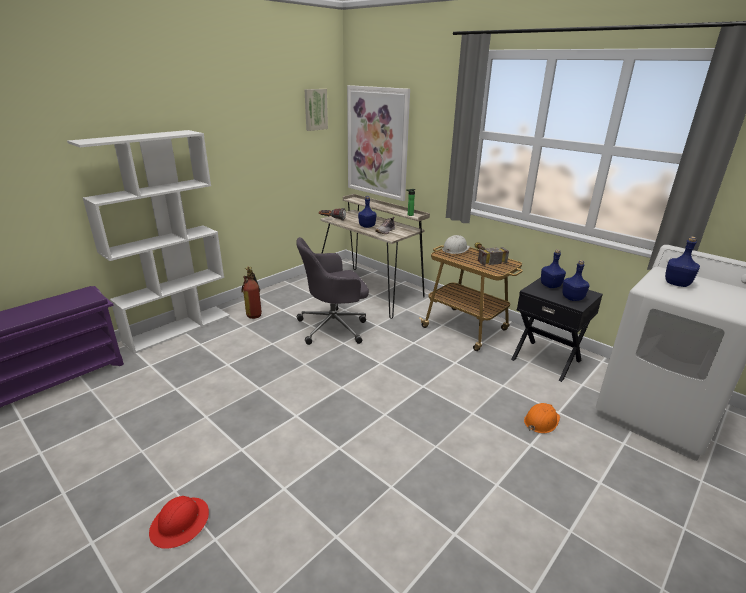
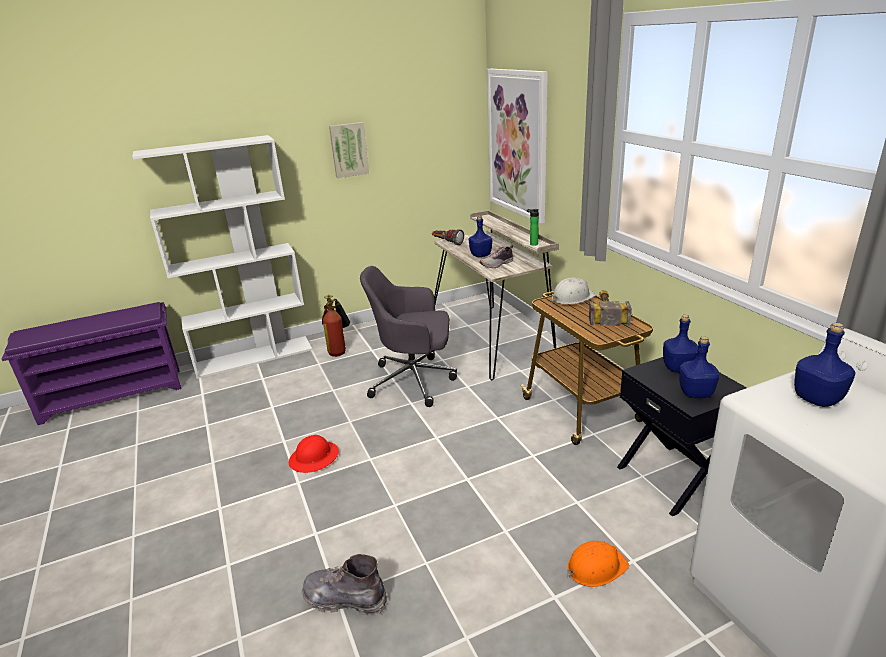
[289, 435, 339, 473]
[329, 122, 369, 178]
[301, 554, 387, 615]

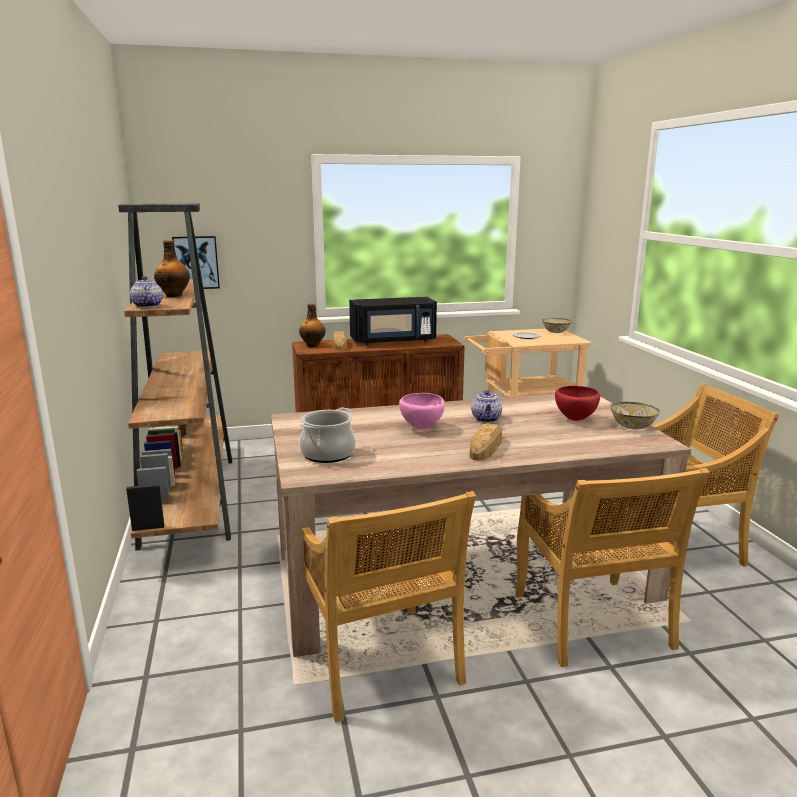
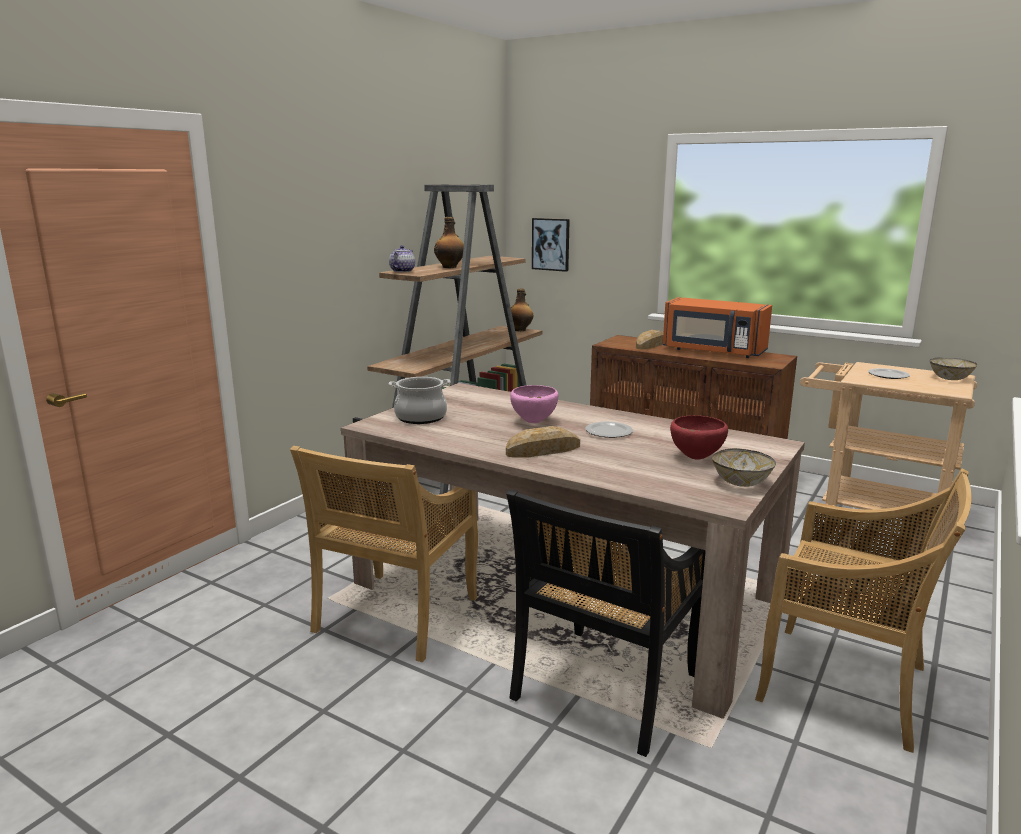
[511, 288, 533, 331]
[663, 297, 772, 358]
[585, 422, 633, 438]
[506, 489, 706, 757]

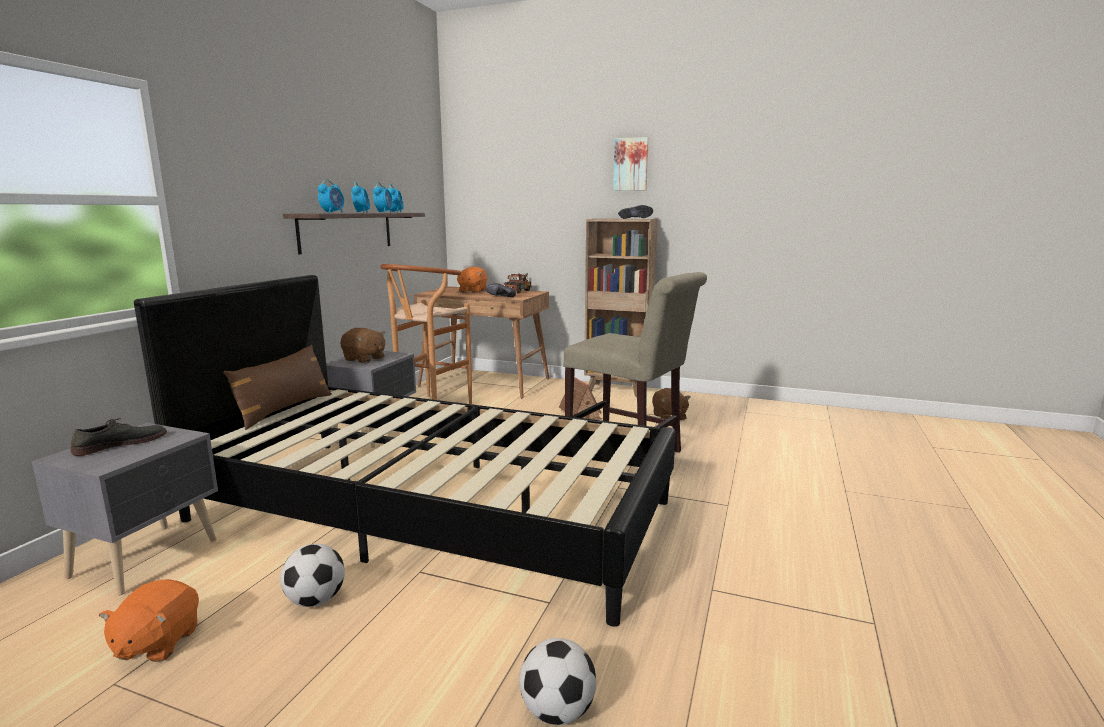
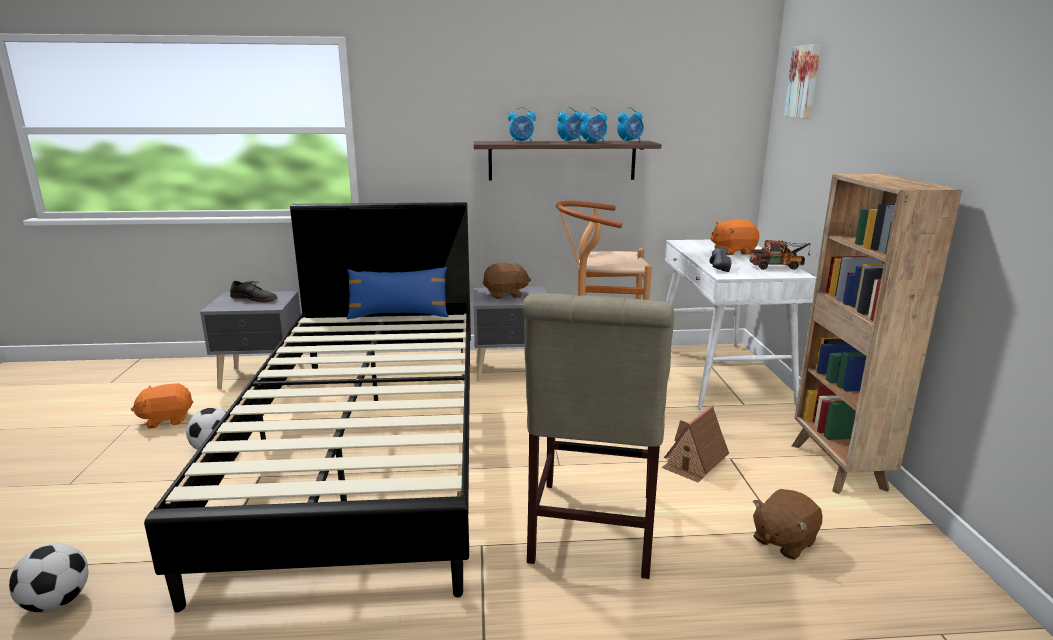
[347, 267, 449, 319]
[483, 263, 531, 299]
[665, 240, 816, 409]
[784, 44, 821, 118]
[618, 205, 653, 219] (first image)

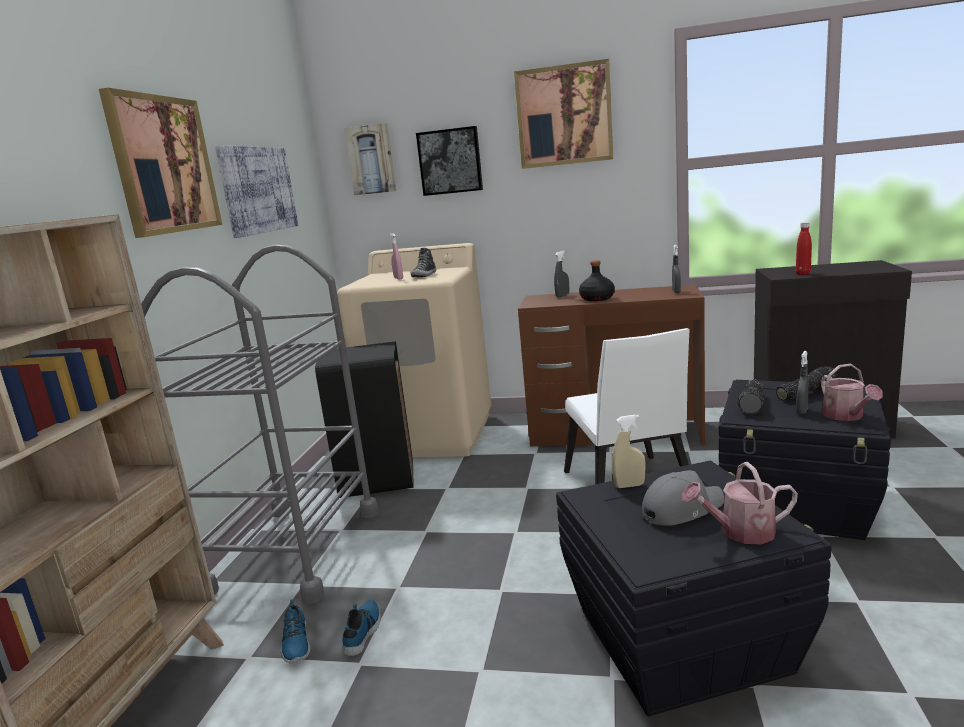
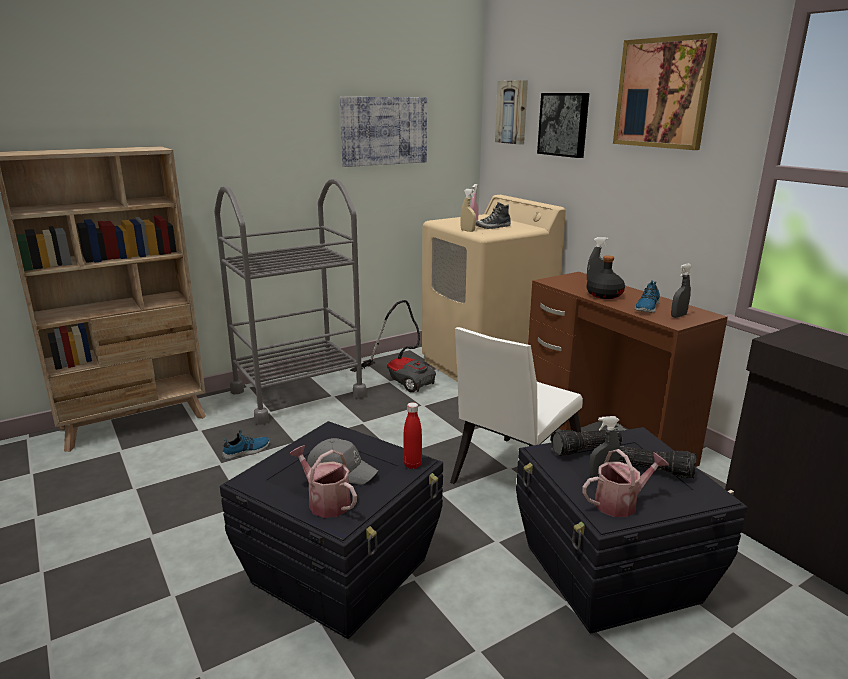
[99, 88, 222, 238] (first image)
[634, 280, 660, 313]
[350, 300, 436, 392]
[460, 189, 476, 232]
[404, 402, 422, 469]
[582, 449, 669, 517]

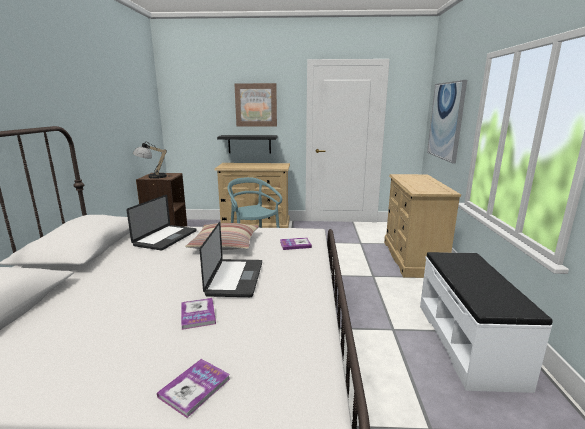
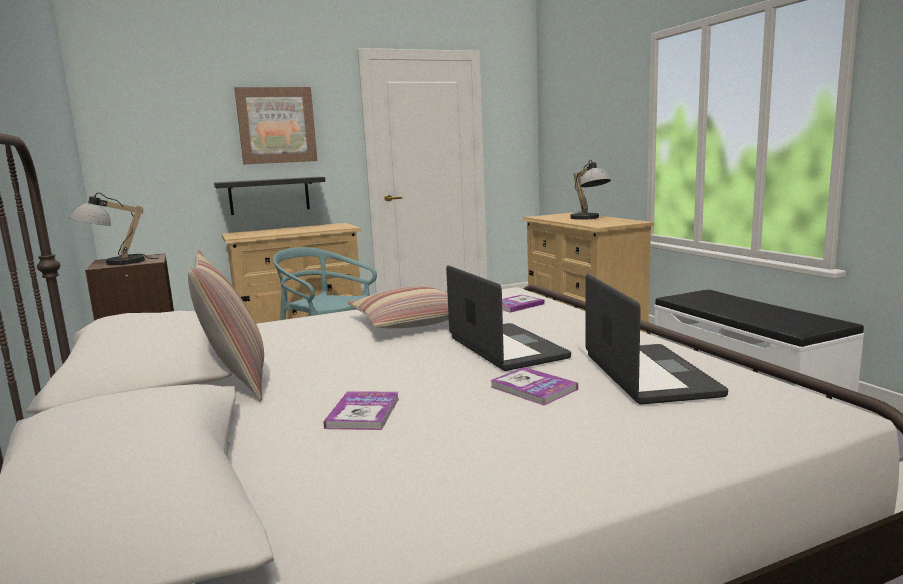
[585, 274, 728, 405]
[323, 391, 399, 430]
[427, 80, 467, 163] (first image)
[188, 250, 264, 402]
[570, 160, 611, 220]

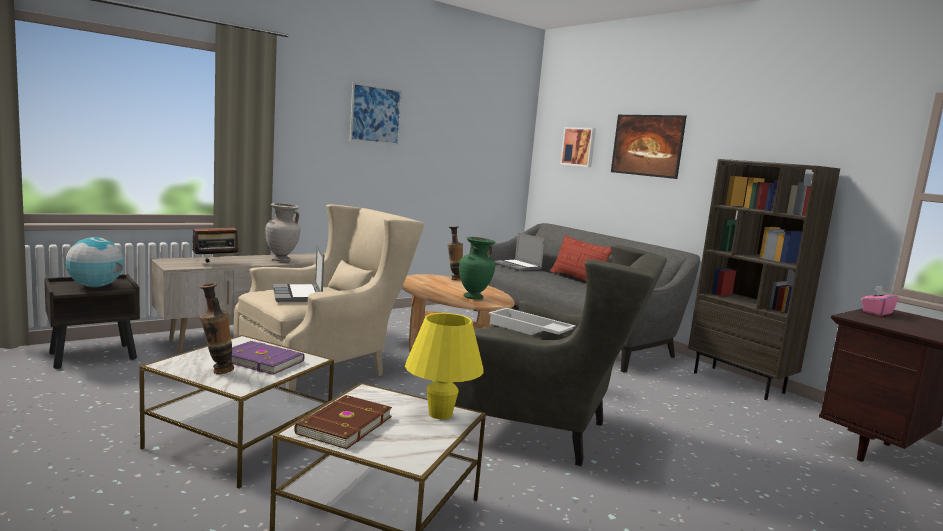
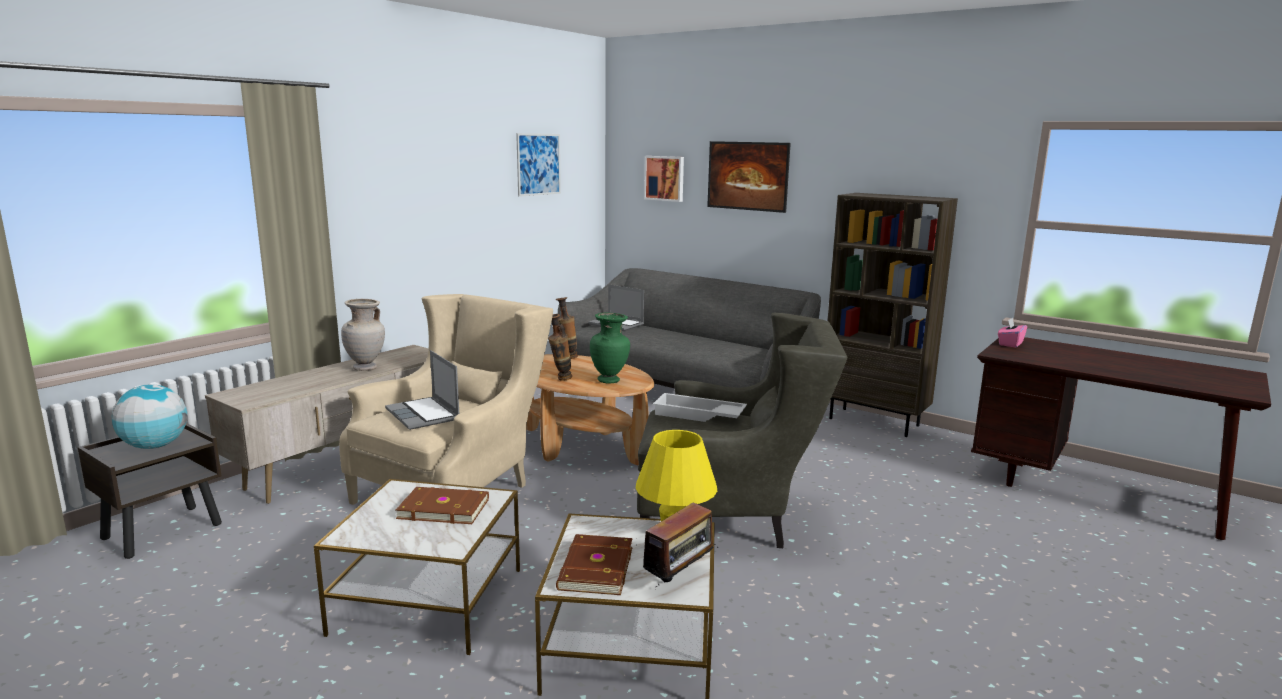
[643, 503, 718, 587]
[548, 314, 572, 381]
[396, 487, 489, 524]
[516, 133, 561, 197]
[550, 235, 611, 281] (first image)

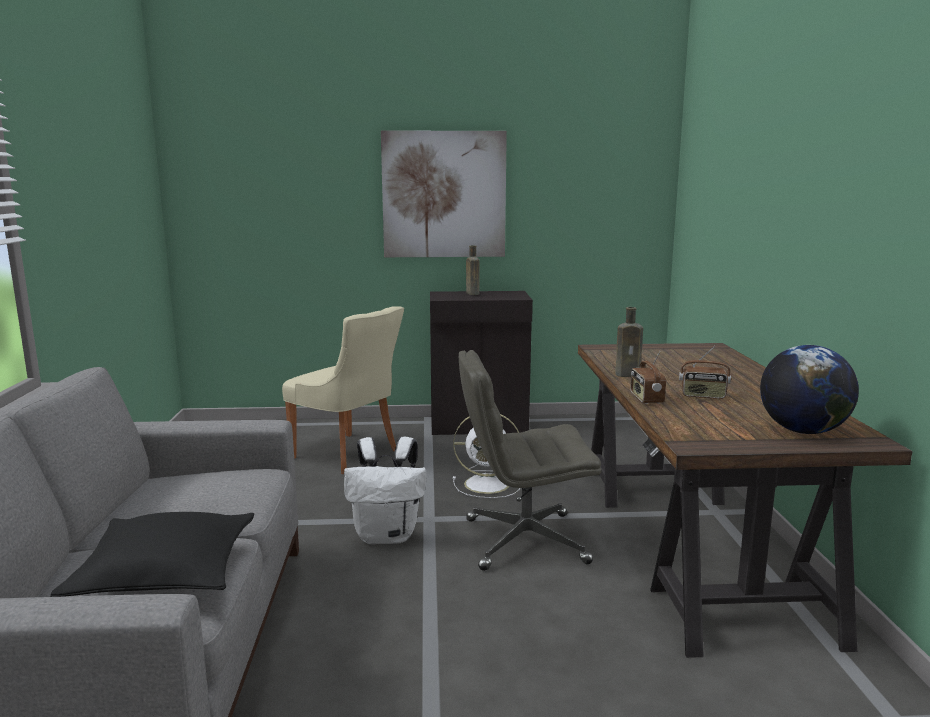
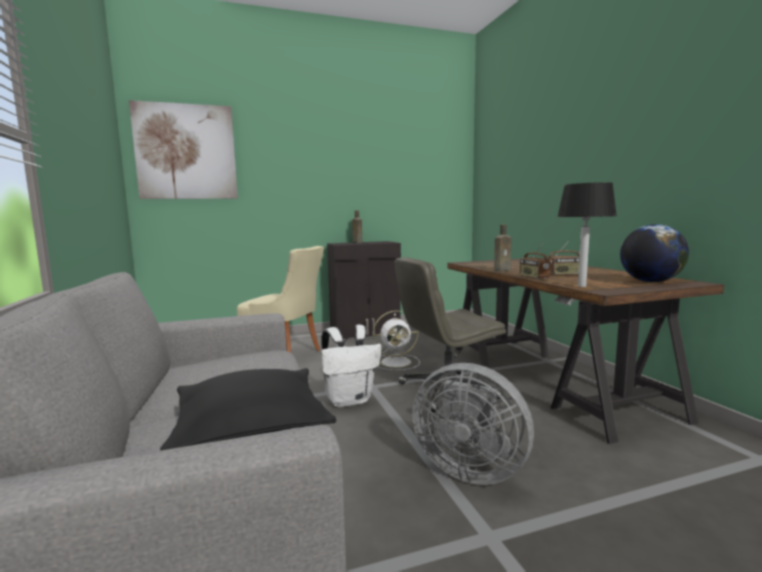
[129, 100, 238, 199]
[412, 363, 534, 485]
[557, 182, 617, 287]

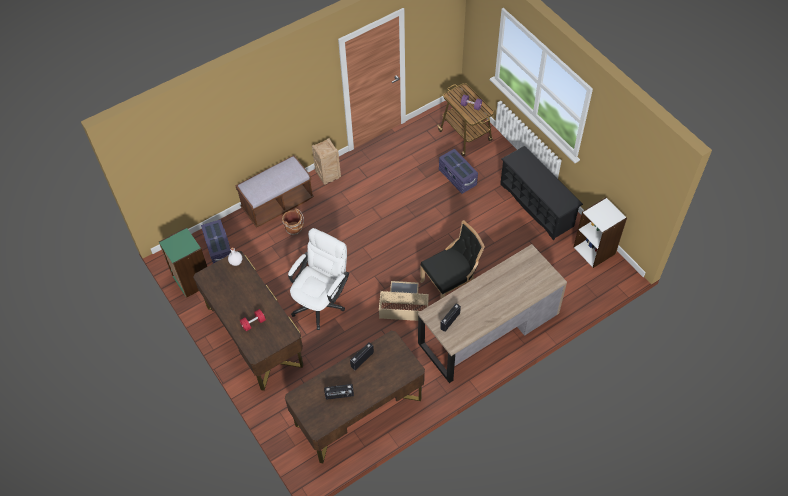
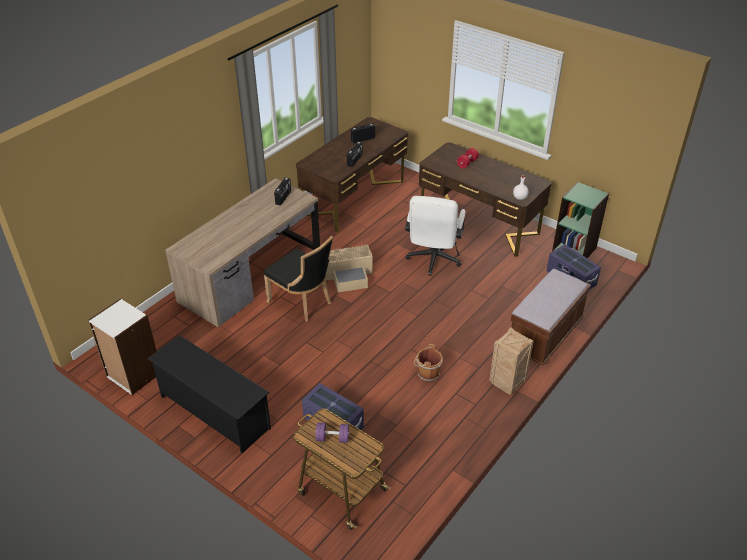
[413, 344, 443, 382]
[264, 236, 333, 322]

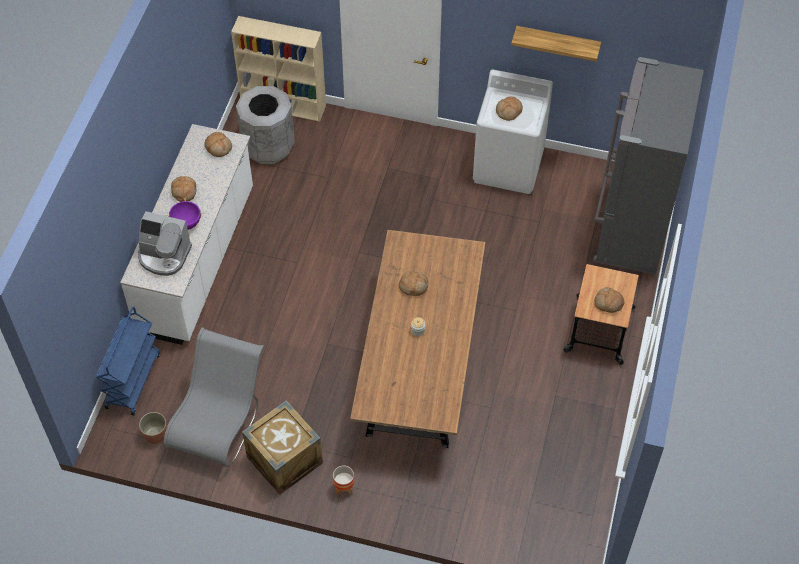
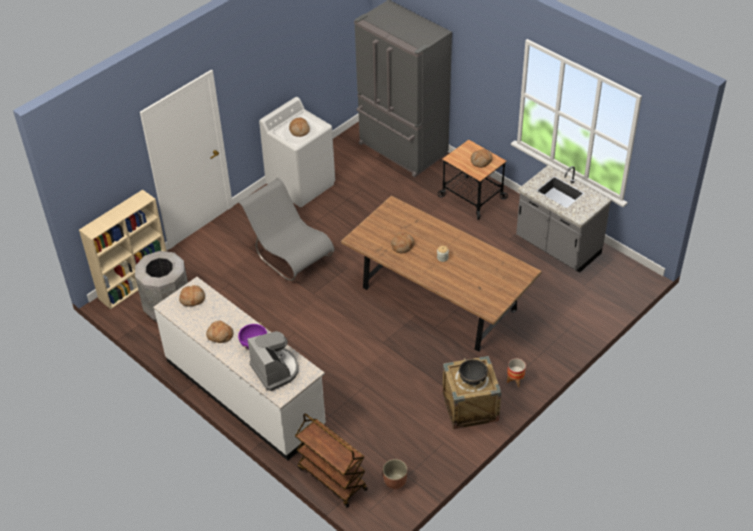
[295, 413, 368, 508]
[247, 331, 298, 391]
[237, 178, 334, 281]
[511, 26, 601, 62] (first image)
[458, 358, 489, 385]
[516, 165, 612, 273]

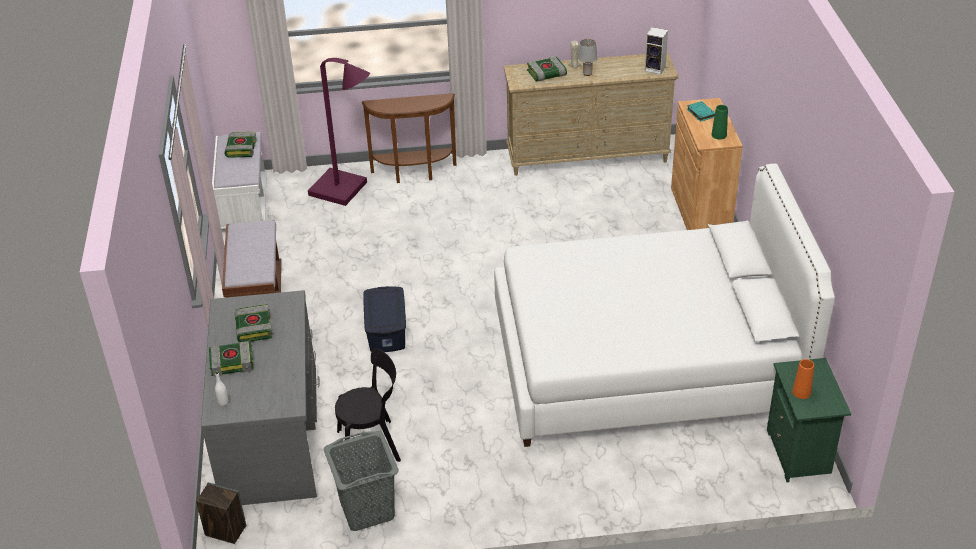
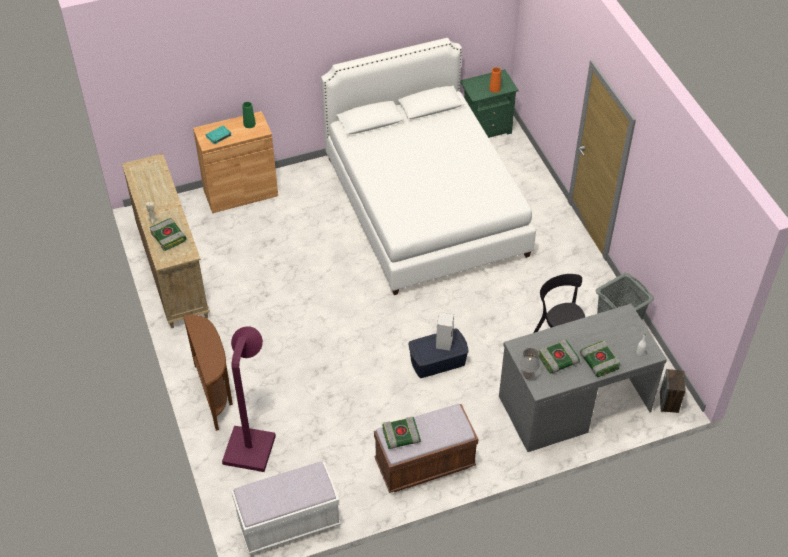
[382, 417, 421, 449]
[519, 348, 540, 379]
[436, 312, 454, 351]

